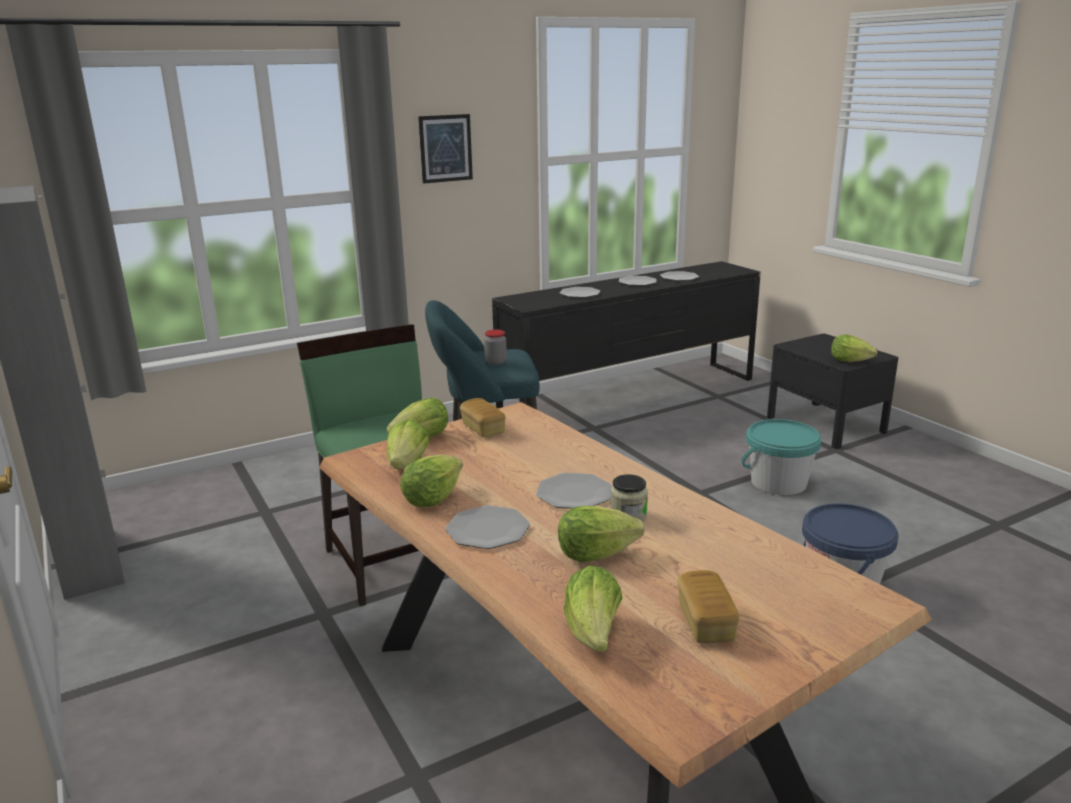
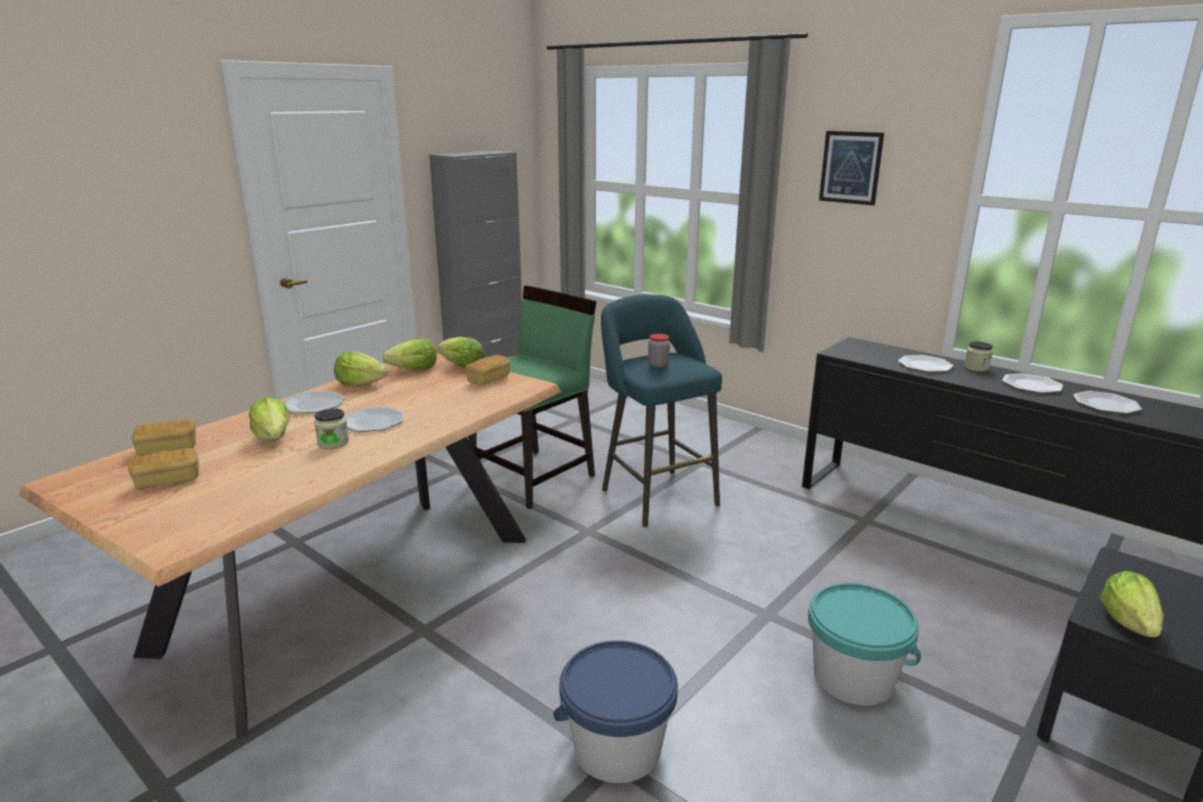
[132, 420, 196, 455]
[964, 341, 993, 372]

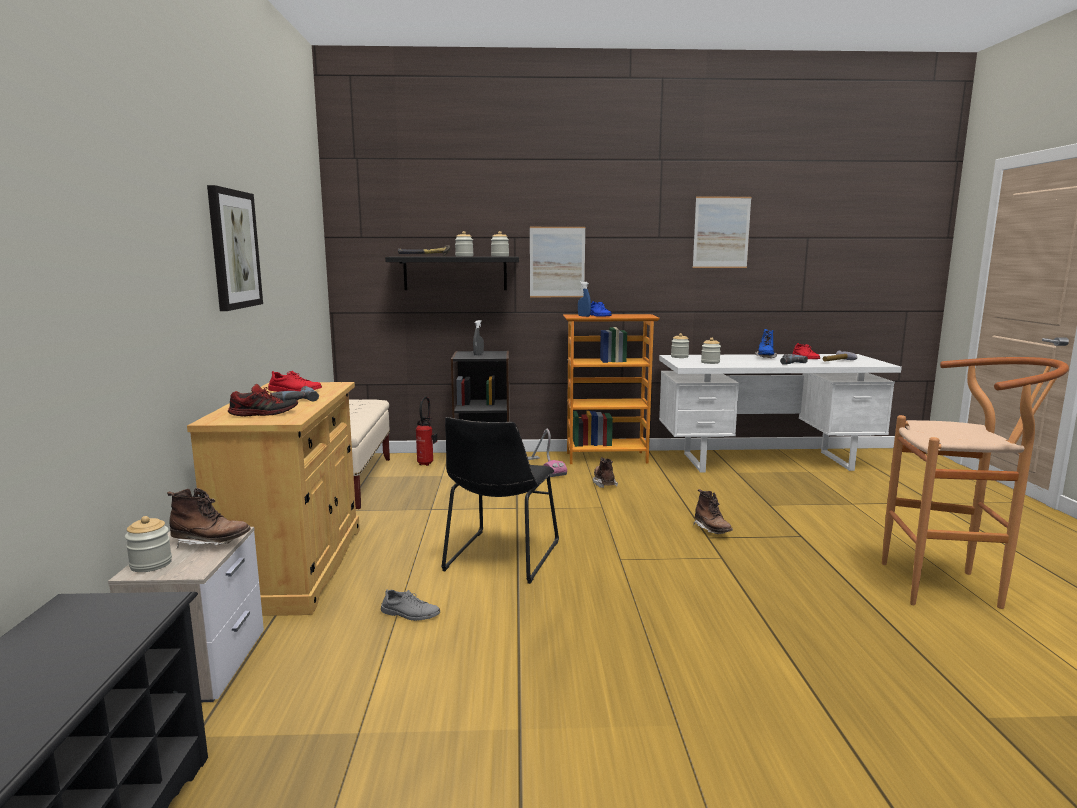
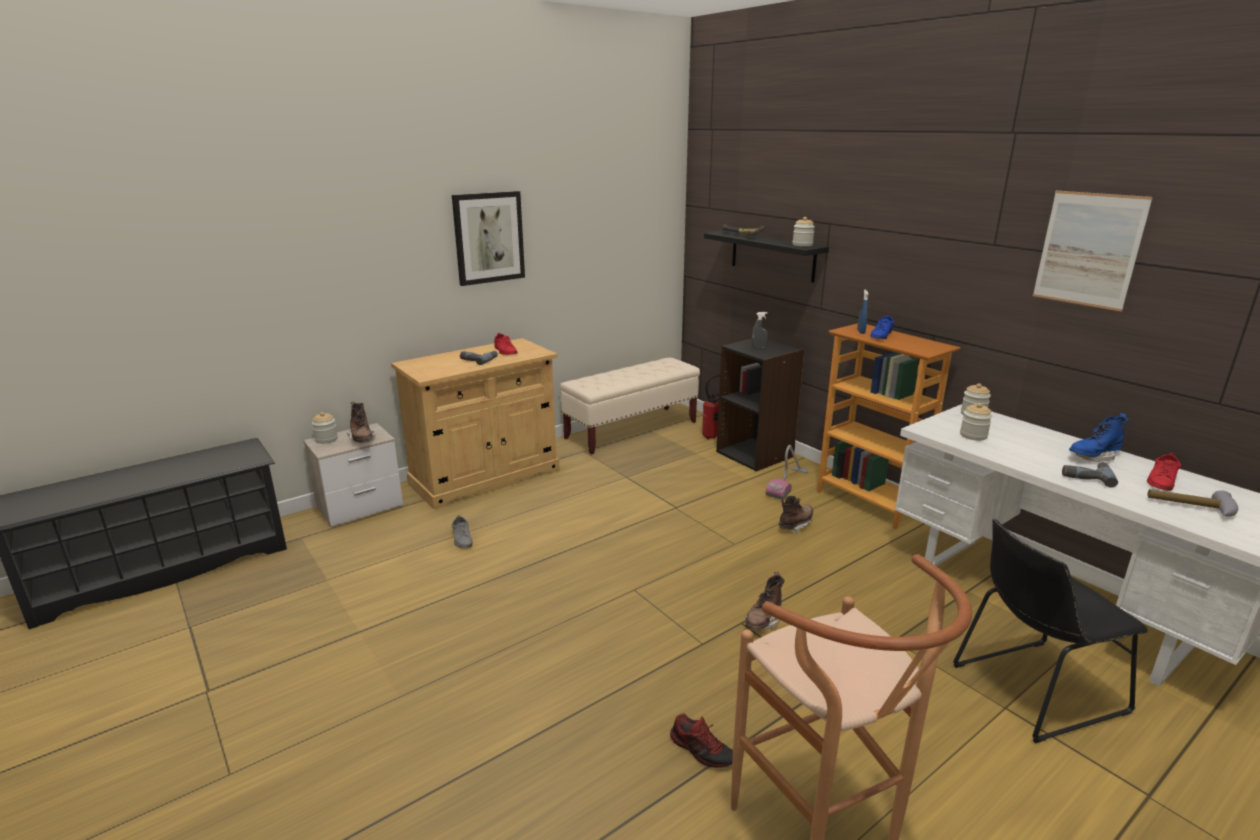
[670, 713, 733, 768]
[953, 518, 1148, 743]
[455, 231, 473, 257] (first image)
[530, 227, 585, 297] (first image)

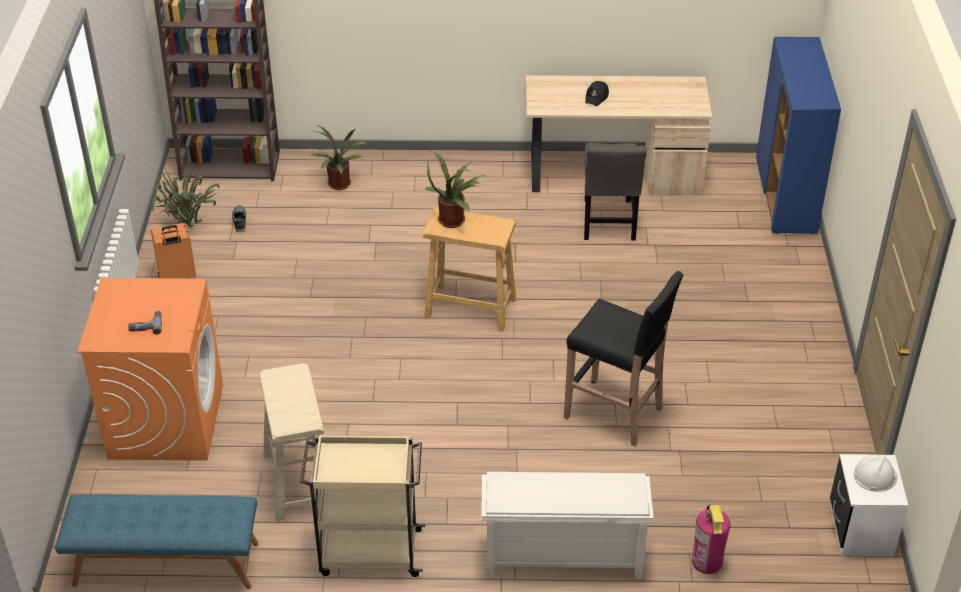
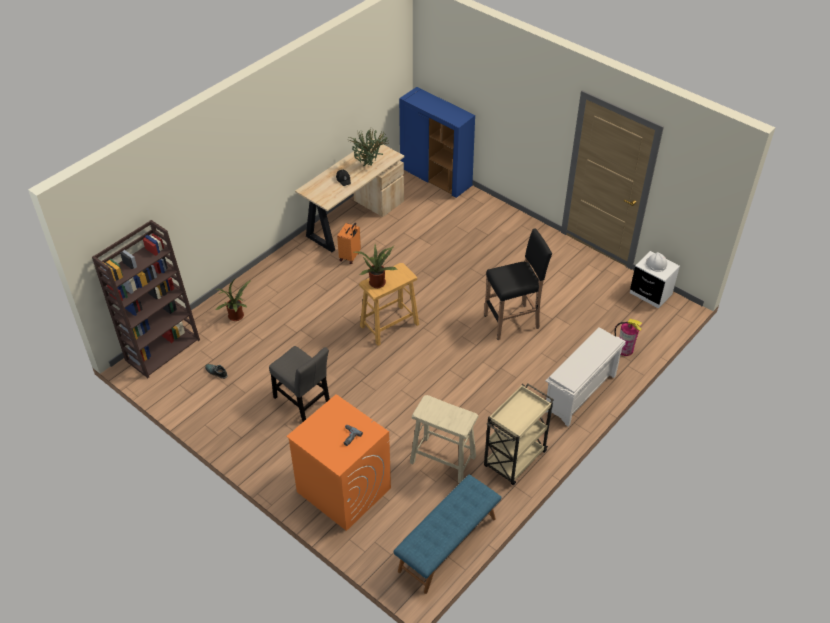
[337, 223, 361, 264]
[349, 130, 390, 166]
[269, 346, 330, 422]

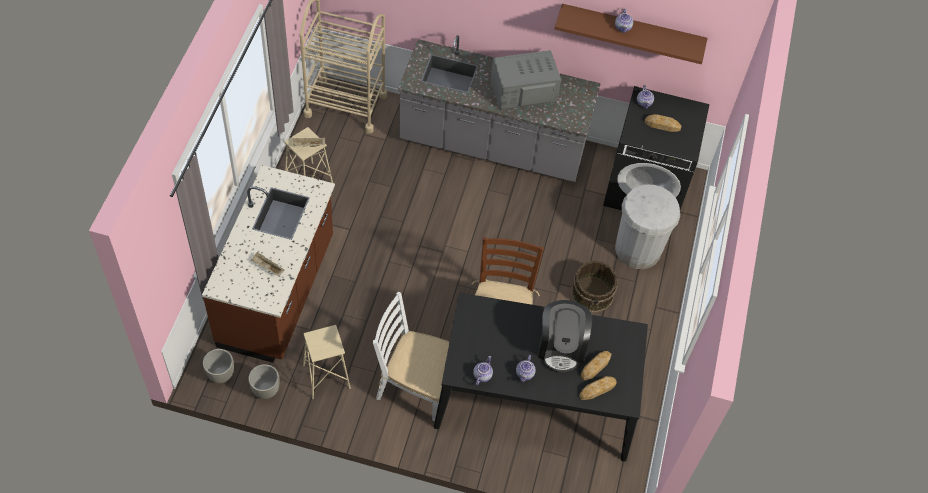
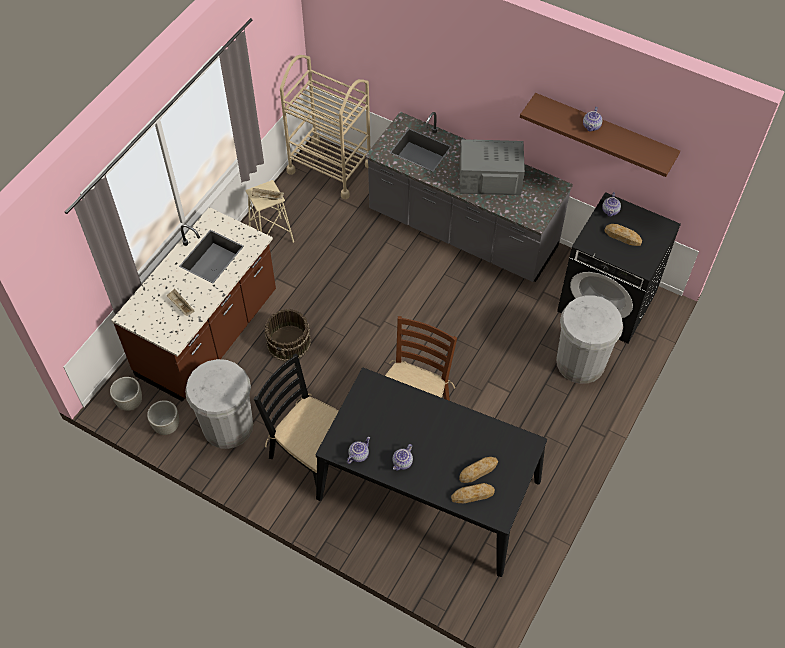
[185, 359, 253, 449]
[254, 354, 339, 485]
[538, 300, 592, 373] (first image)
[265, 309, 311, 362]

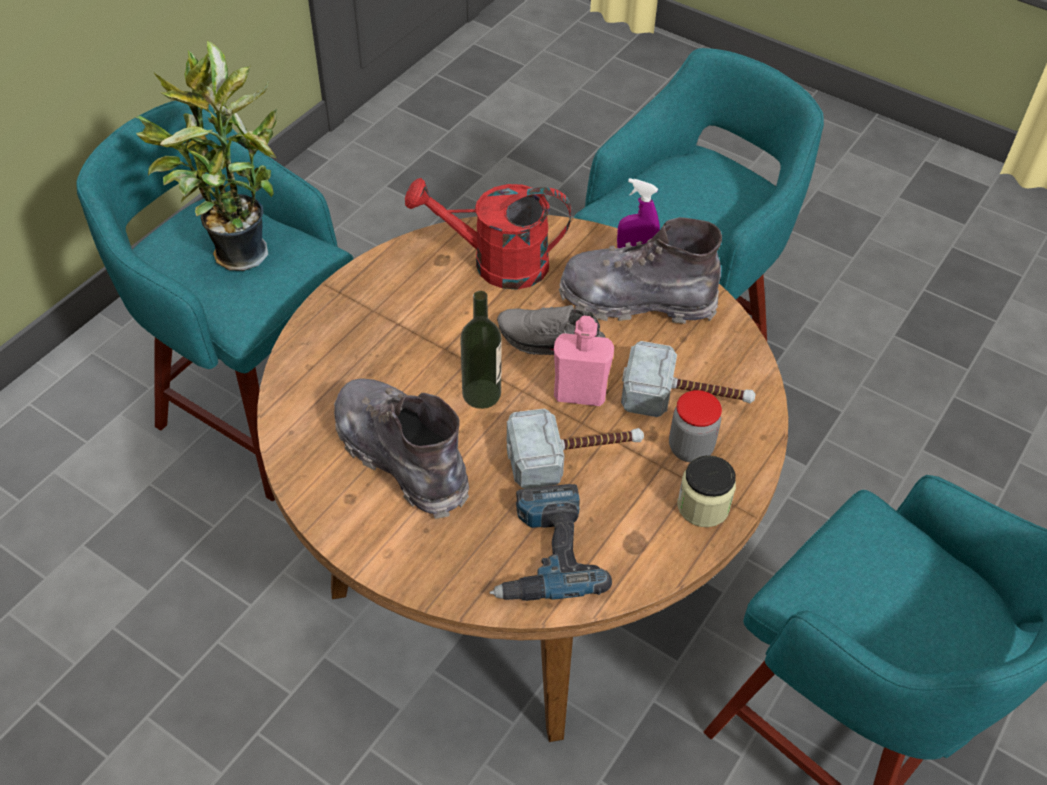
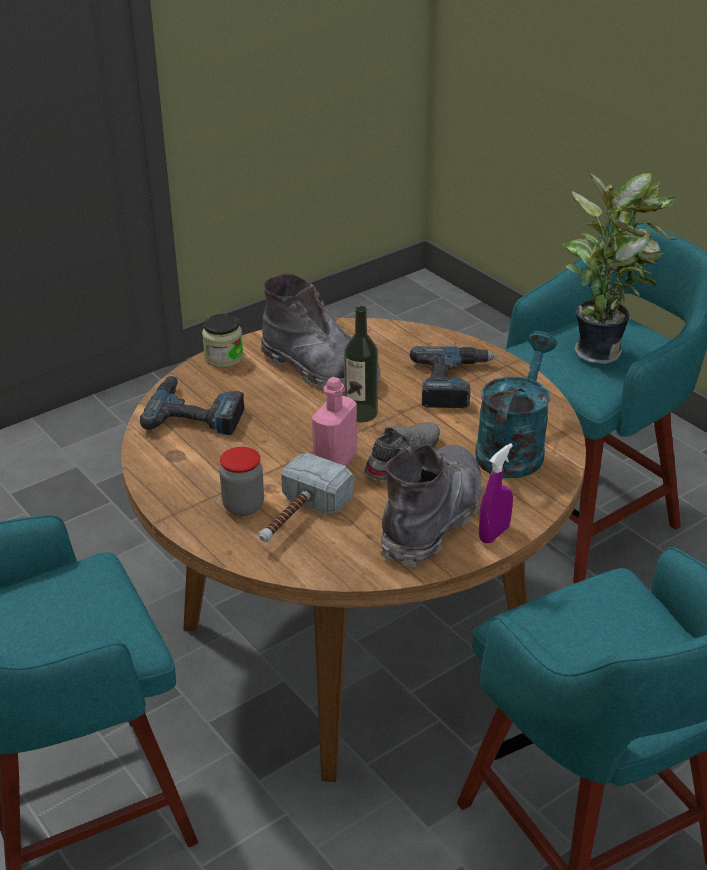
[260, 274, 381, 391]
[475, 331, 557, 478]
[507, 408, 644, 489] (first image)
[202, 314, 243, 368]
[410, 346, 497, 408]

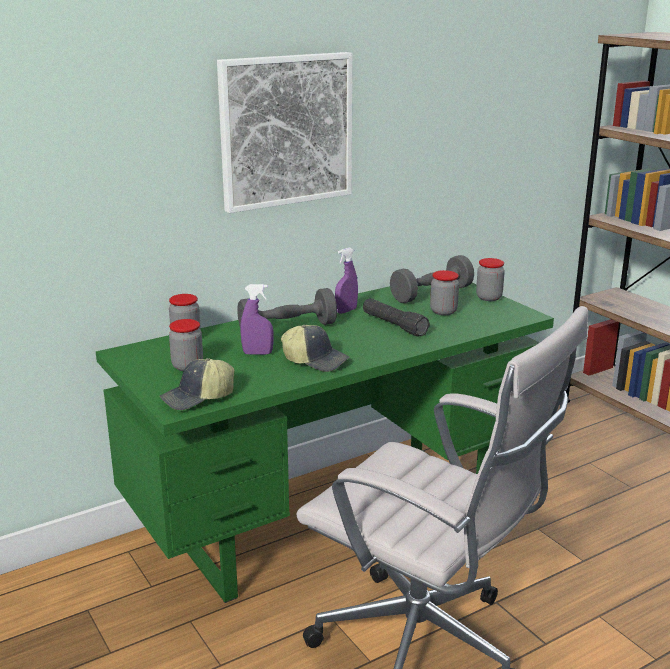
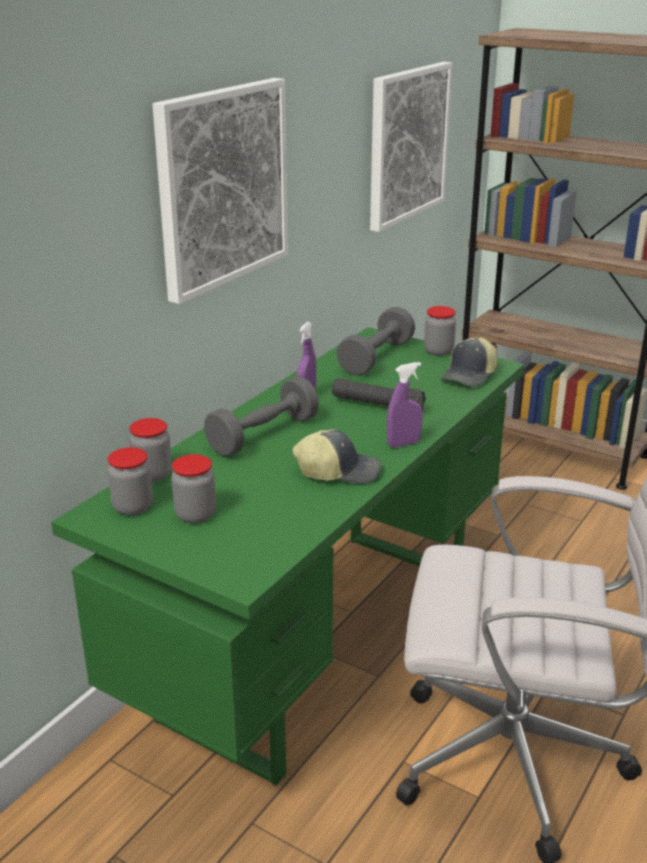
[441, 337, 497, 387]
[387, 362, 423, 448]
[107, 447, 153, 516]
[370, 62, 452, 232]

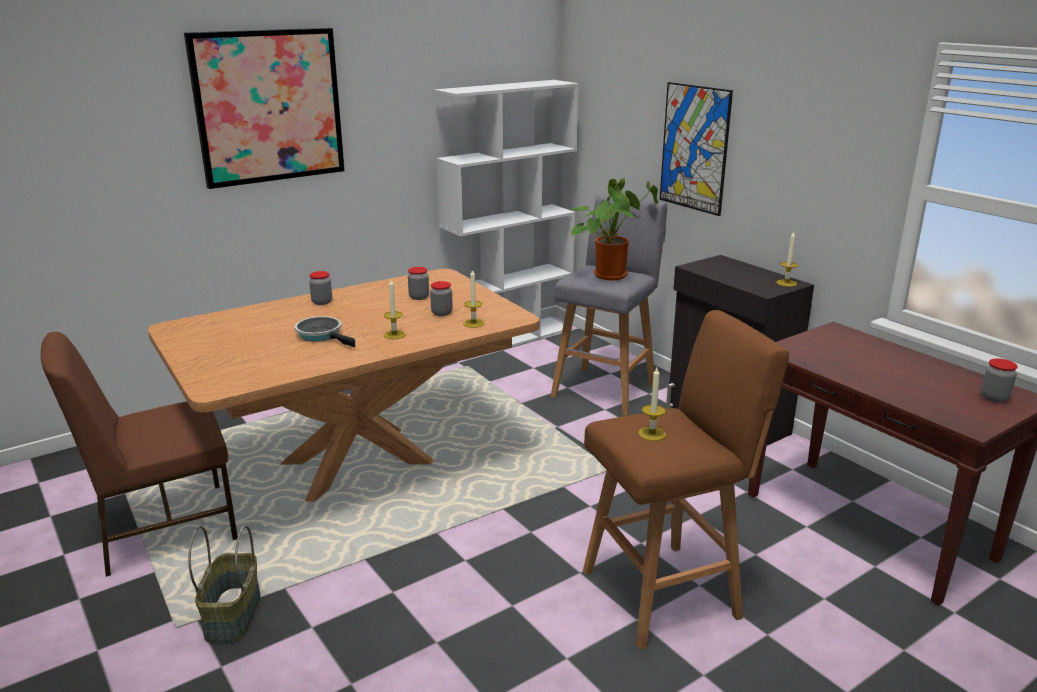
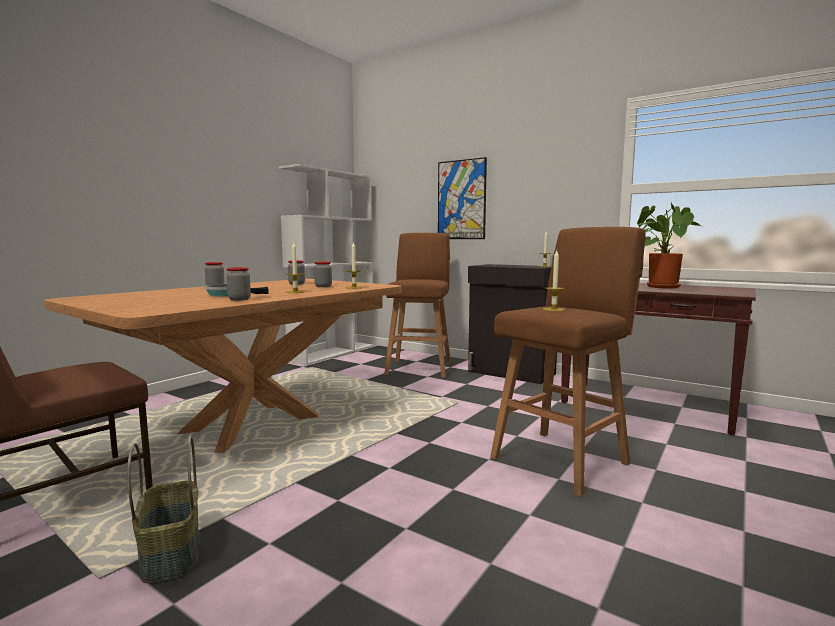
[184, 28, 345, 189] (first image)
[384, 233, 451, 378]
[637, 203, 701, 289]
[226, 267, 251, 301]

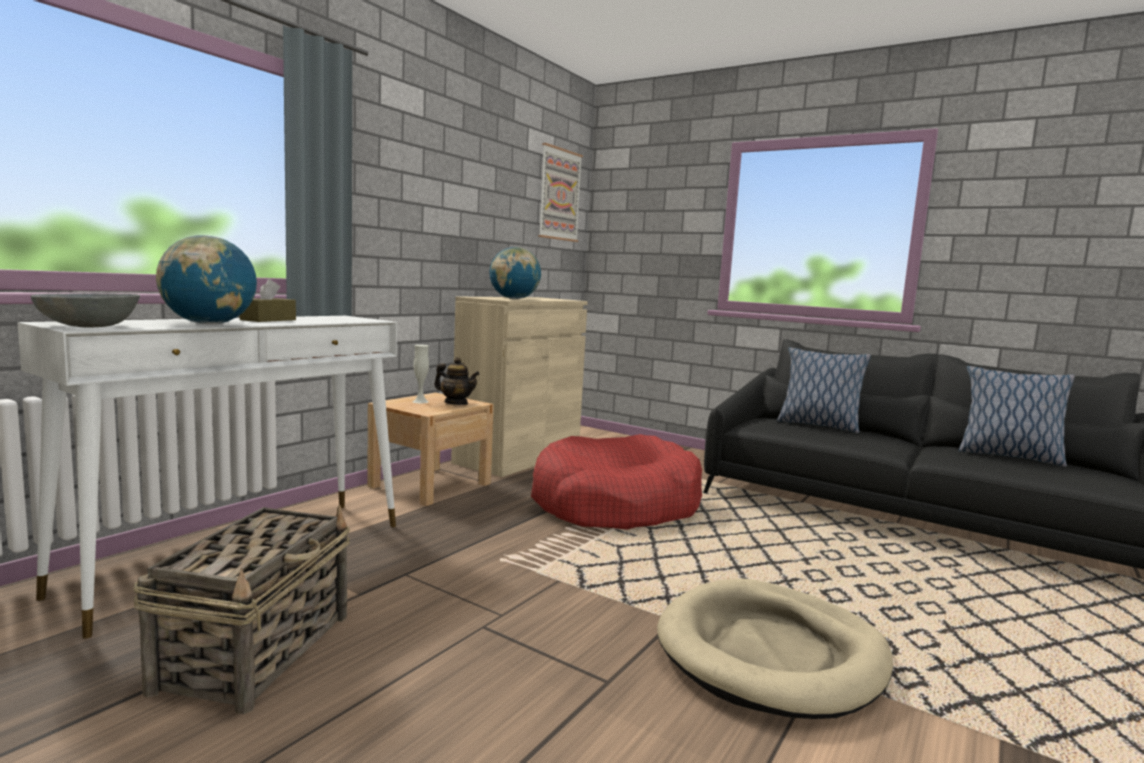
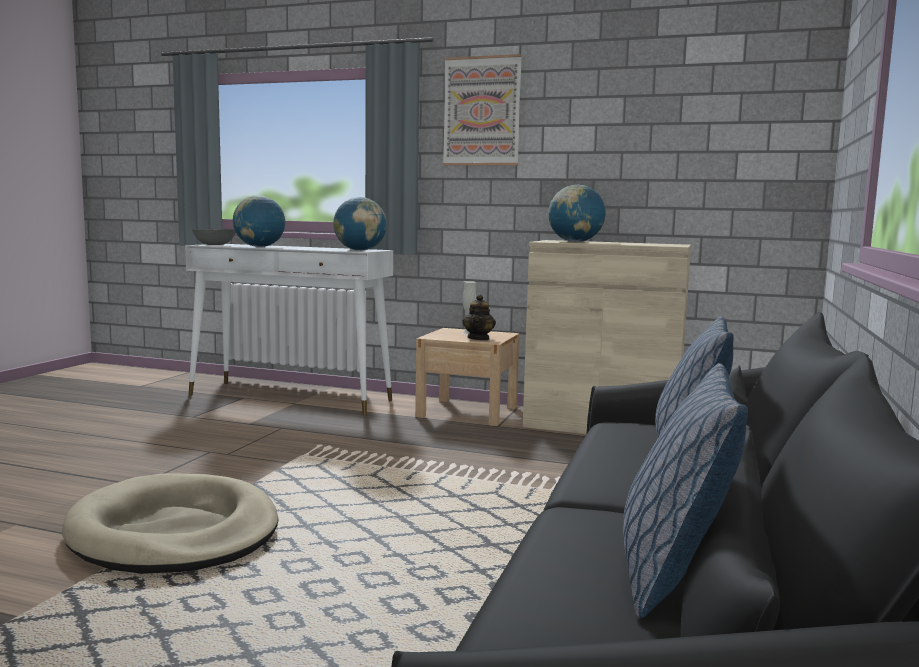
[133, 505, 350, 714] (first image)
[240, 279, 296, 322] (first image)
[531, 434, 702, 530] (first image)
[443, 54, 522, 165]
[333, 197, 387, 251]

